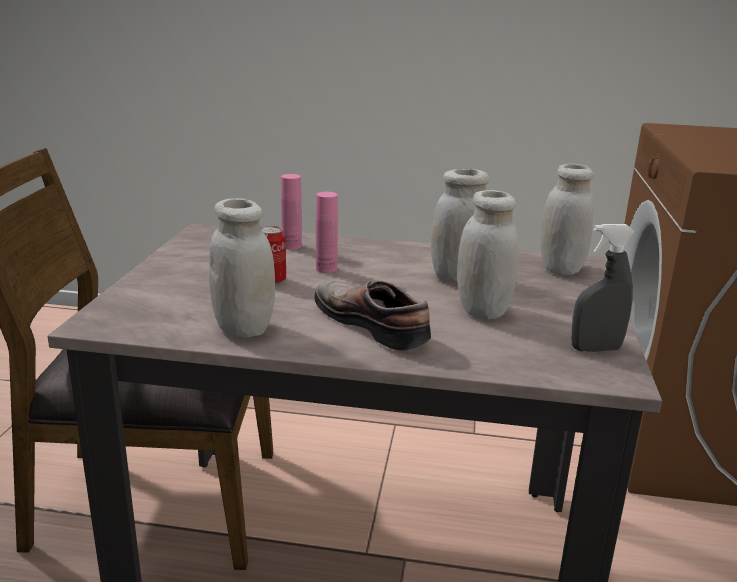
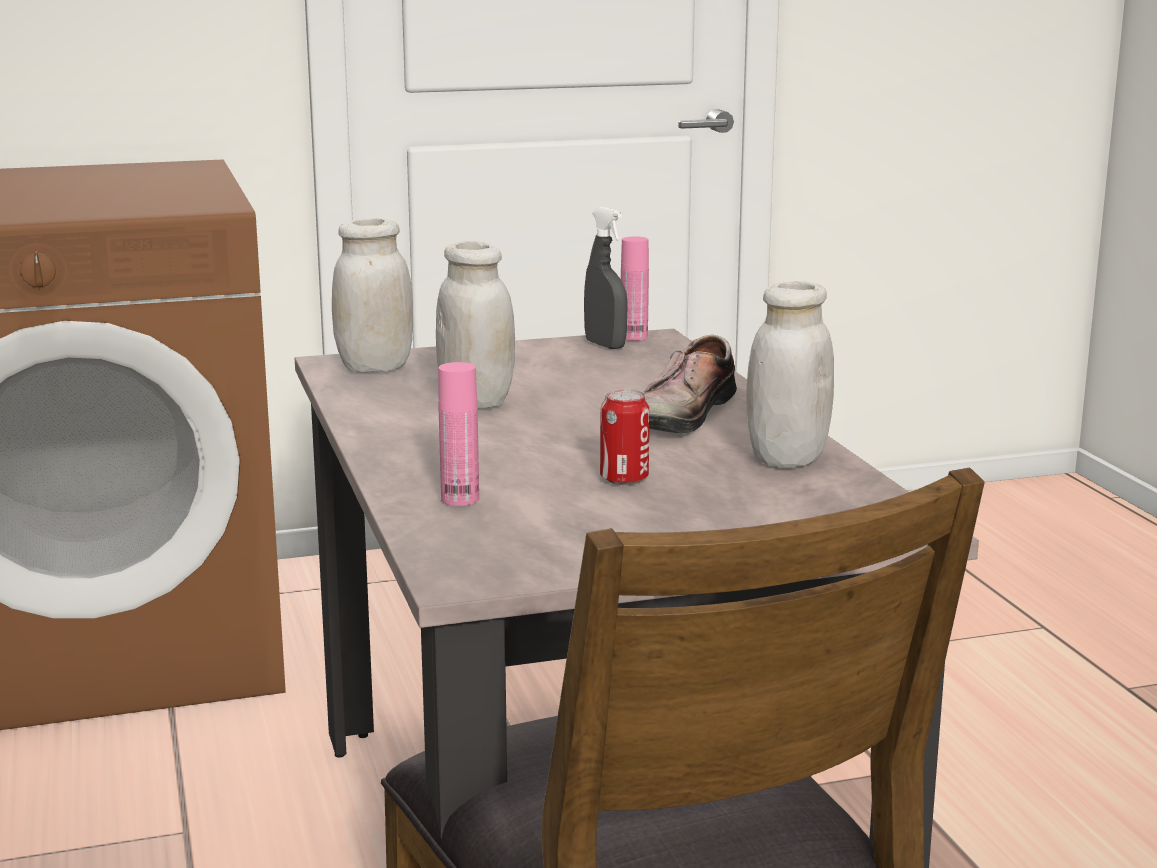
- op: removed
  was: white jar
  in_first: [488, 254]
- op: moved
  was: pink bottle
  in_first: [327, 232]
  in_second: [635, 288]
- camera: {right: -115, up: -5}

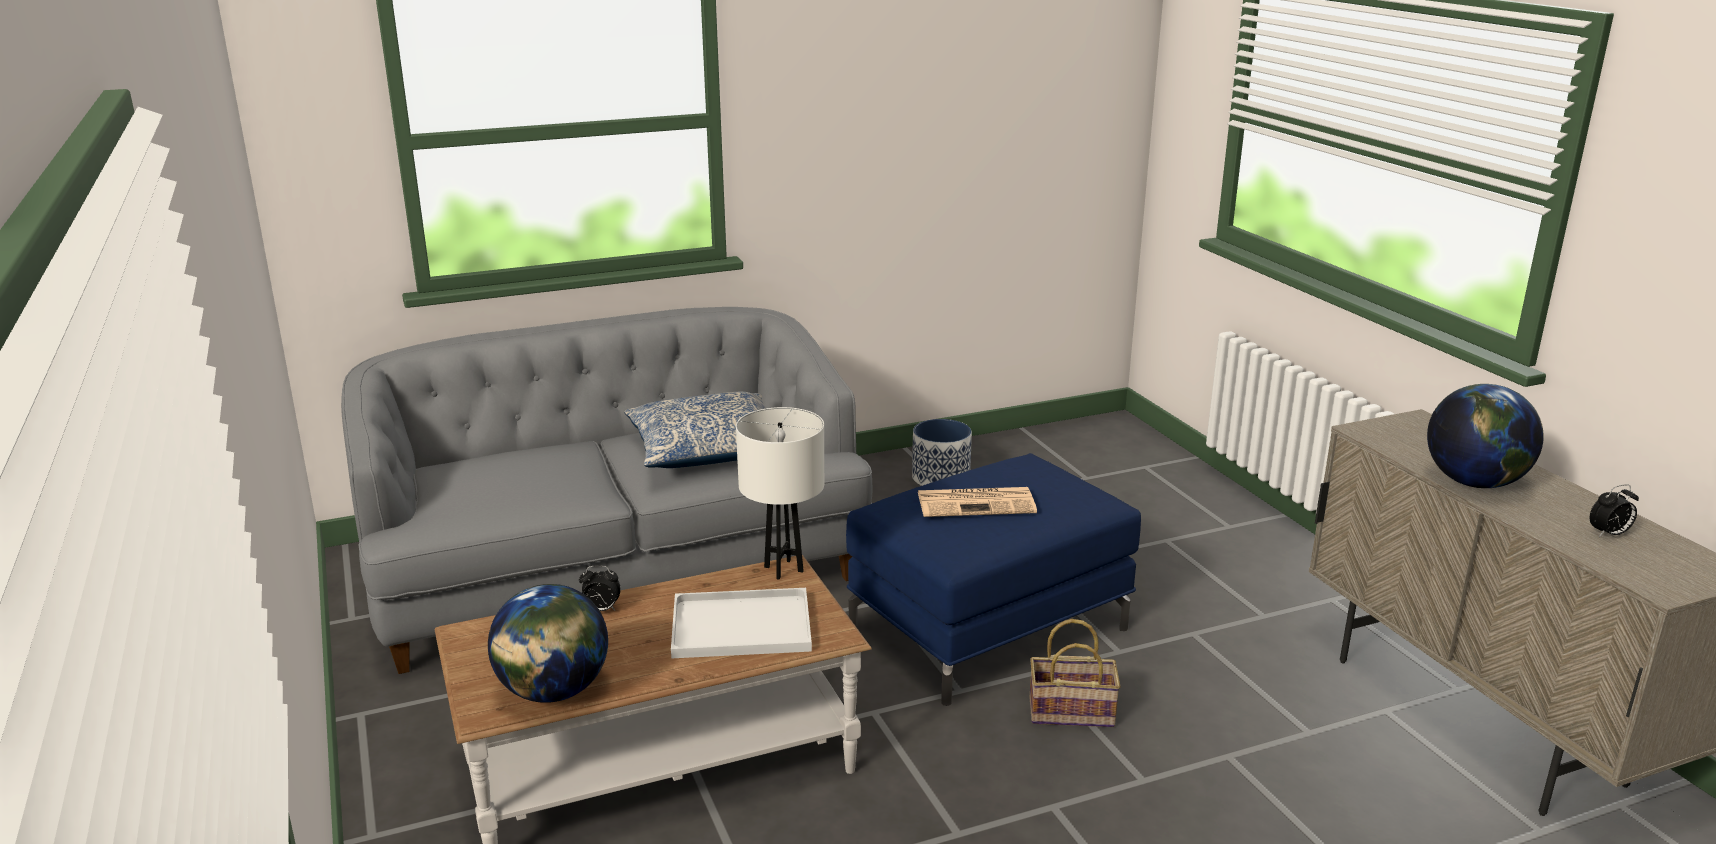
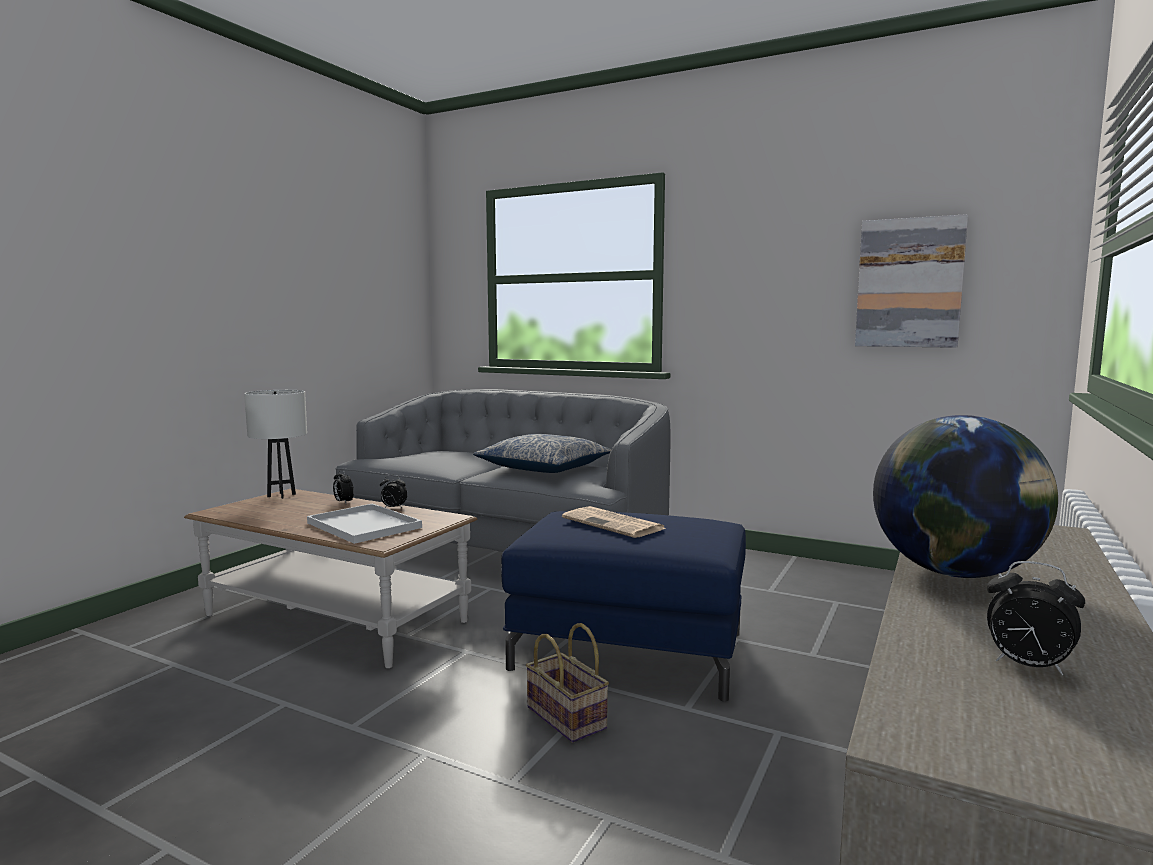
- op: removed
  was: globe
  in_first: [548, 643]
- op: removed
  was: planter
  in_first: [942, 452]
- op: added
  now: alarm clock
  in_second: [394, 491]
- op: added
  now: picture
  in_second: [911, 281]
- op: moved
  was: white table lamp
  in_first: [780, 493]
  in_second: [275, 444]
- camera: {right: 50, up: -15}

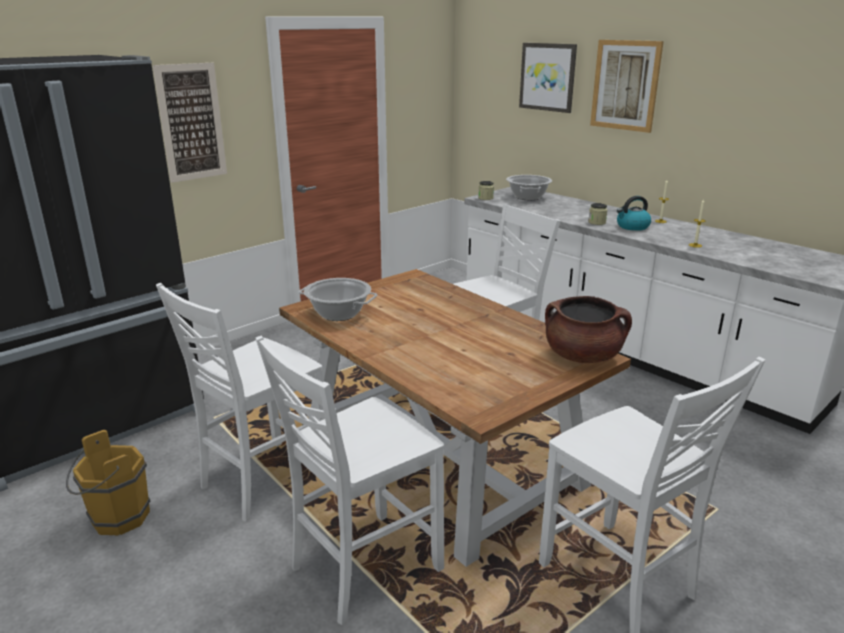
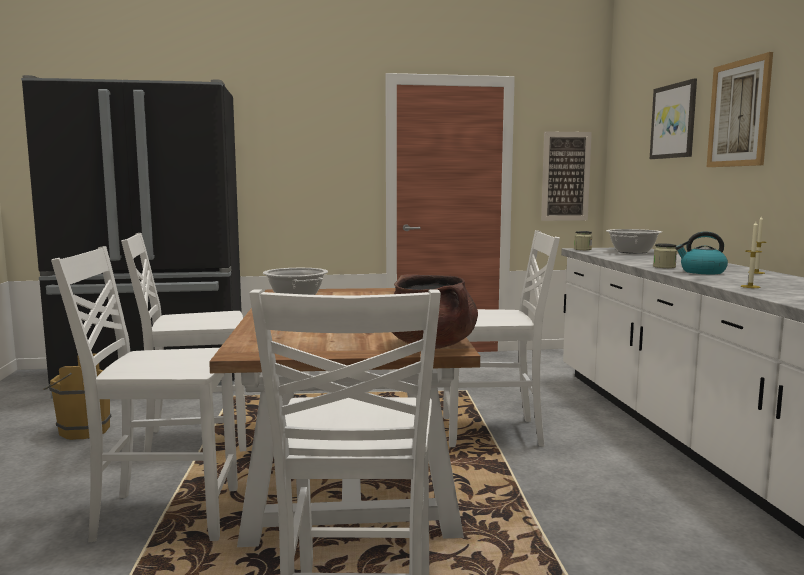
- op: moved
  was: picture
  in_first: [190, 123]
  in_second: [566, 176]
- camera: {right: 35, up: -15}

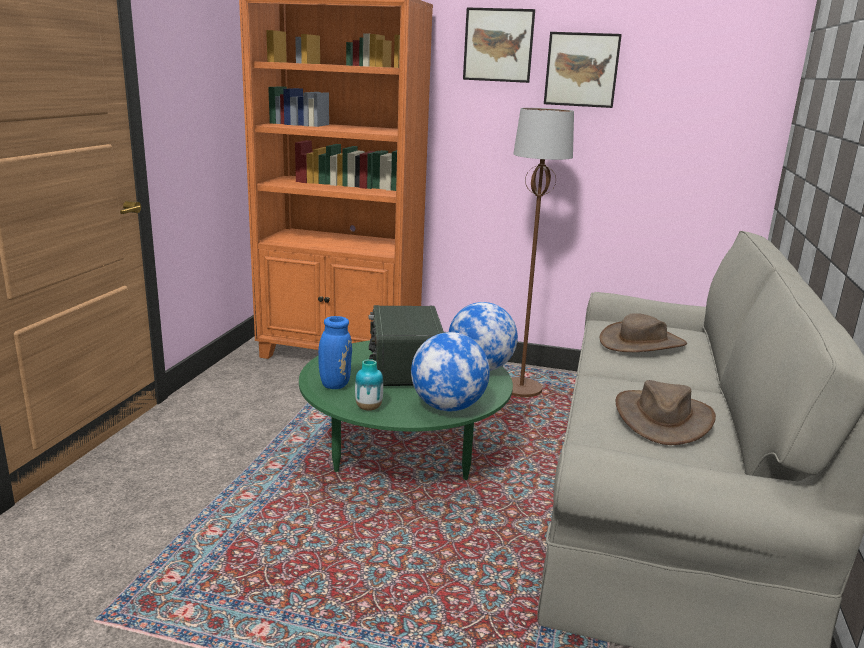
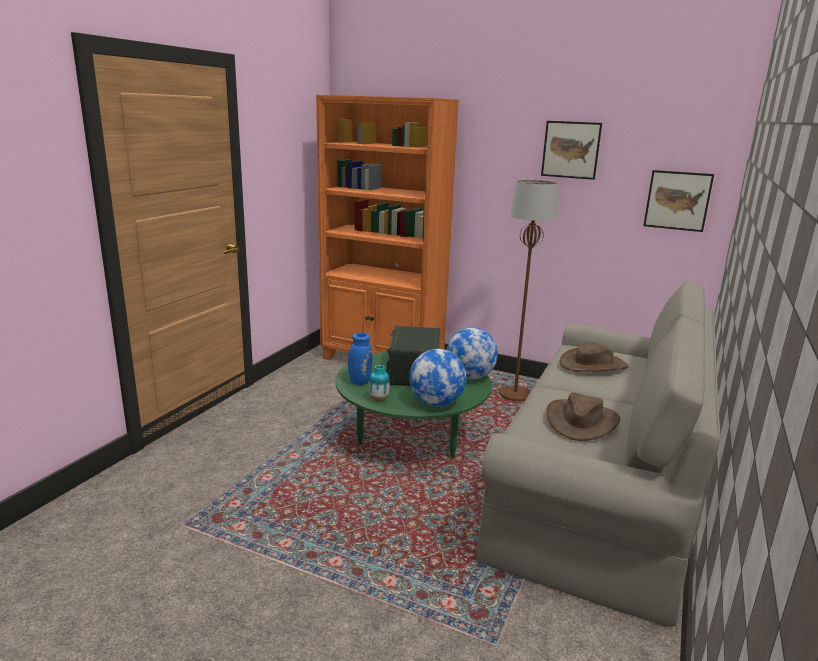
- op: moved
  was: picture
  in_first: [499, 45]
  in_second: [678, 201]
- camera: {right: 10, up: 0}

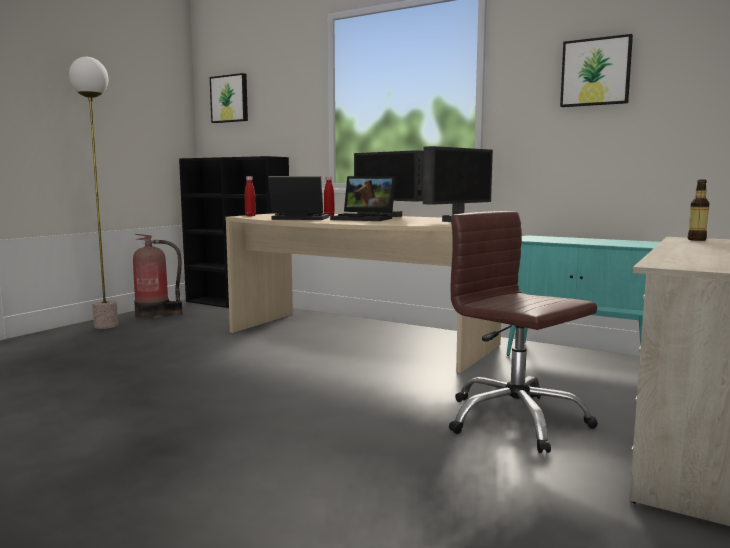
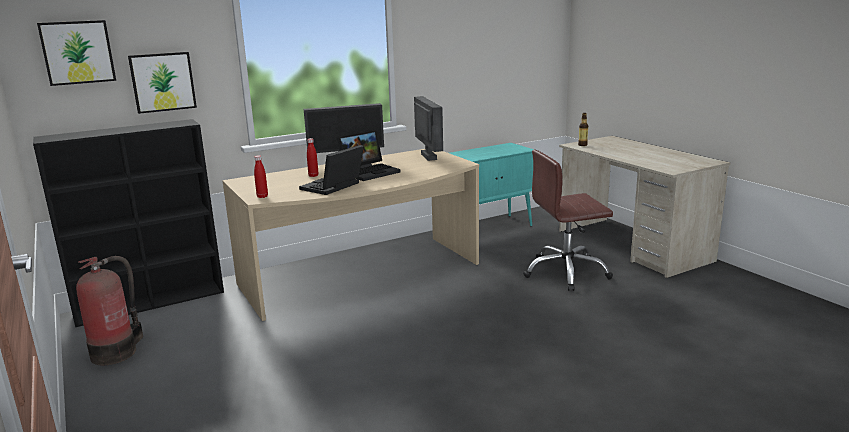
- op: removed
  was: floor lamp
  in_first: [93, 193]
- op: moved
  was: picture
  in_first: [596, 70]
  in_second: [162, 83]
- camera: {right: -60, up: 10}

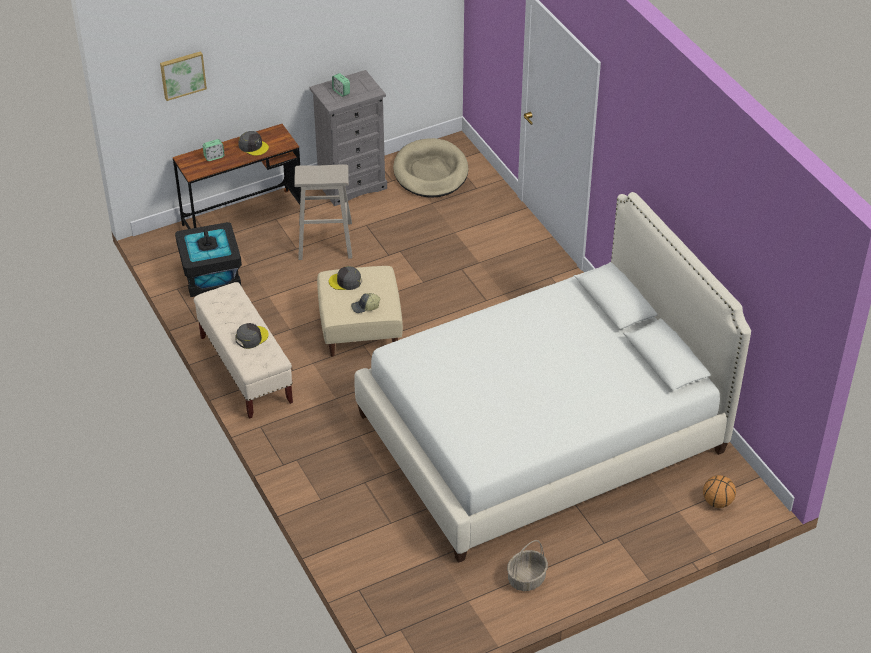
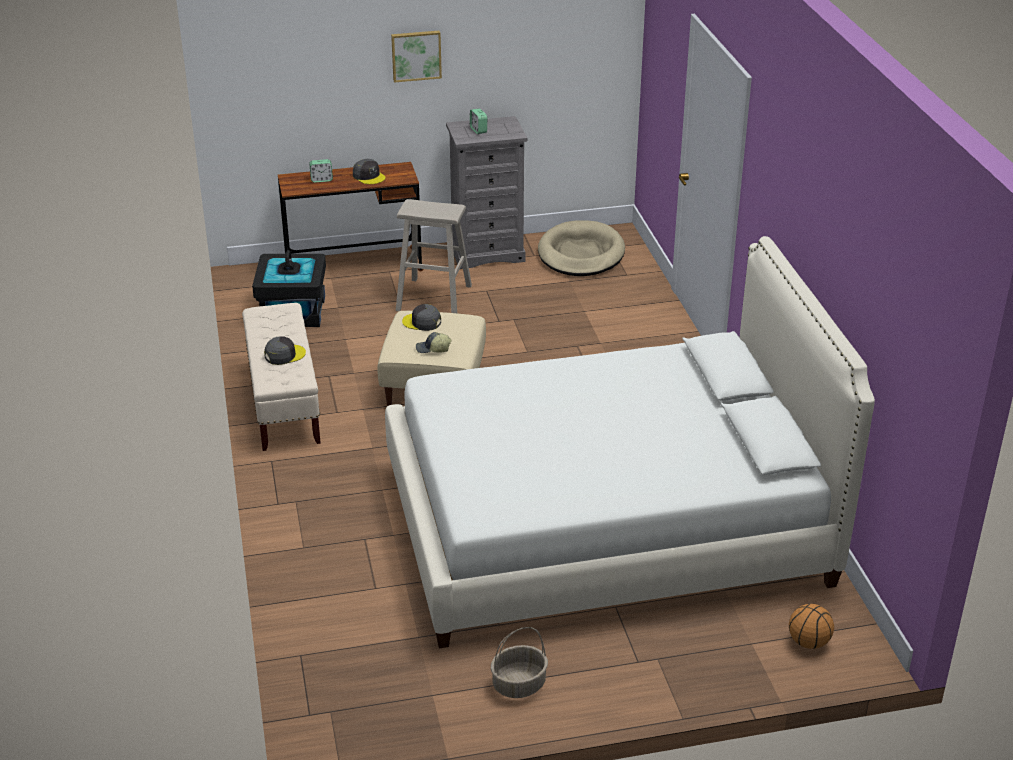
- op: moved
  was: picture
  in_first: [183, 76]
  in_second: [416, 57]
- camera: {right: 15, up: -10}

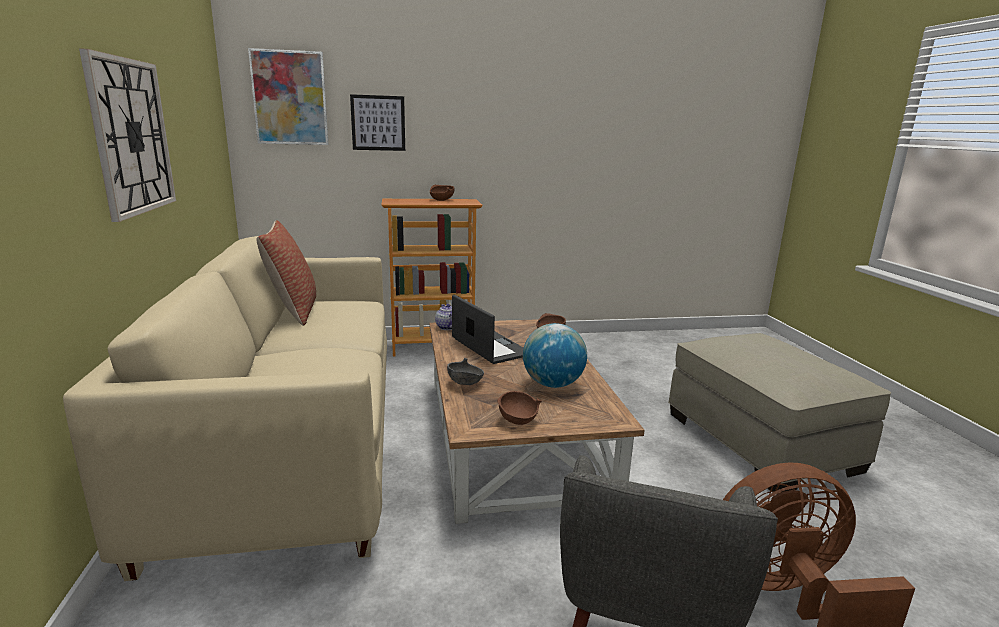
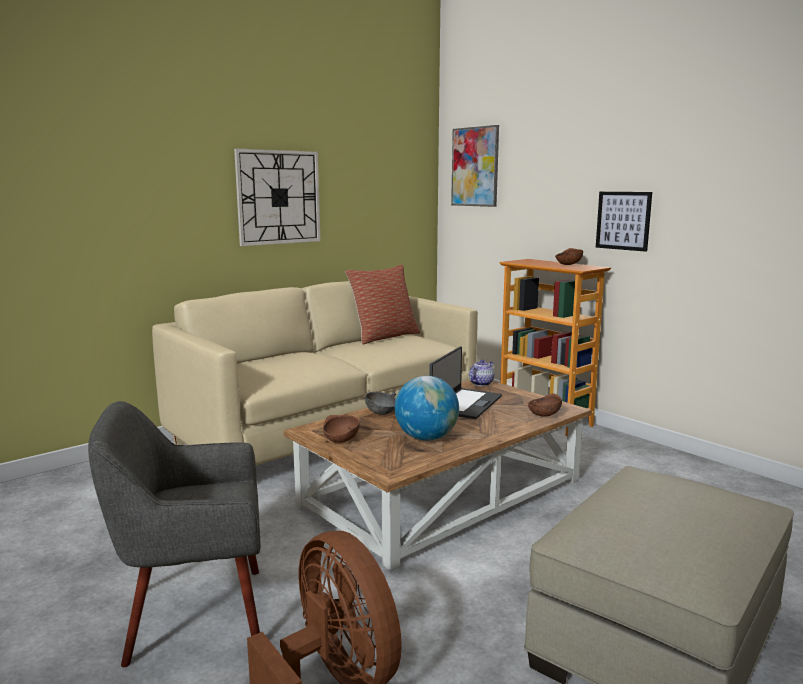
- op: moved
  was: picture
  in_first: [377, 122]
  in_second: [624, 222]
- camera: {right: 60, up: -5}

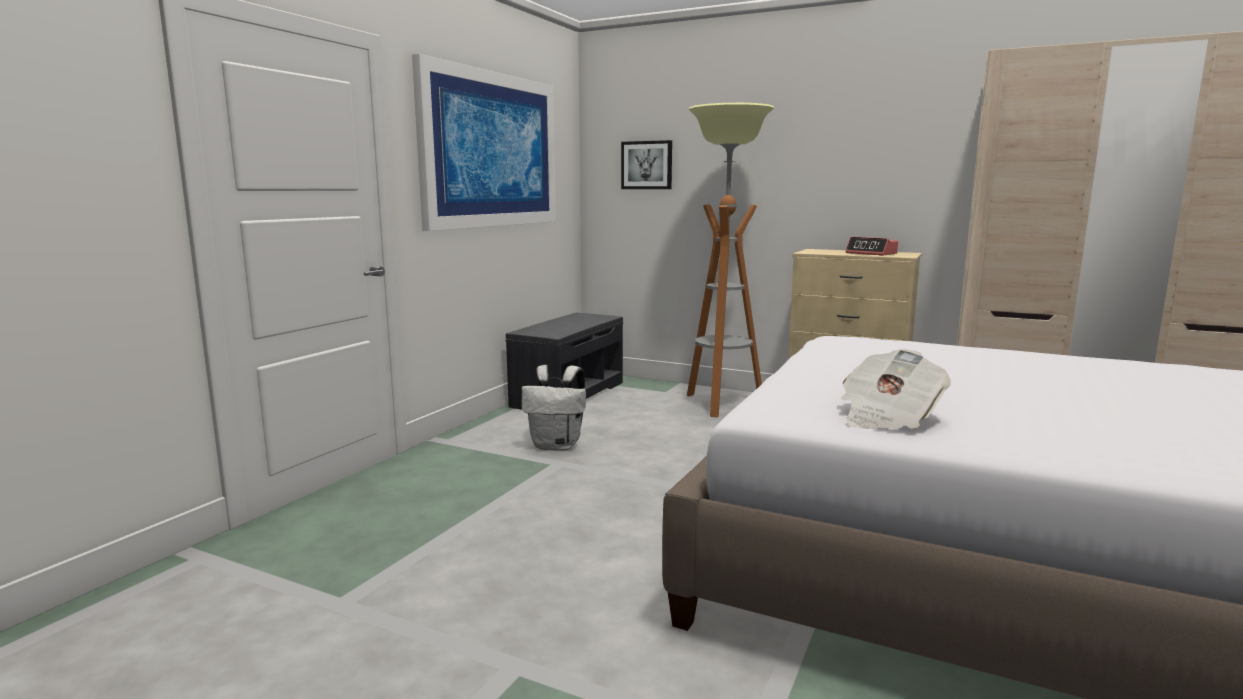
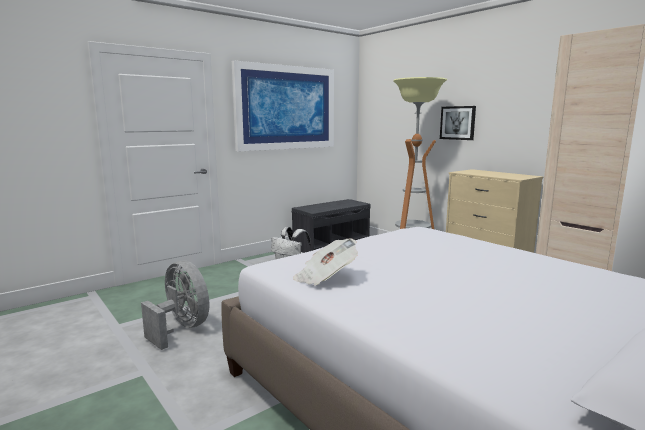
- op: removed
  was: alarm clock
  in_first: [871, 246]
- op: added
  now: grey fan
  in_second: [175, 305]
- op: moved
  was: picture
  in_first: [646, 164]
  in_second: [458, 123]
- camera: {right: 25, up: 0}

